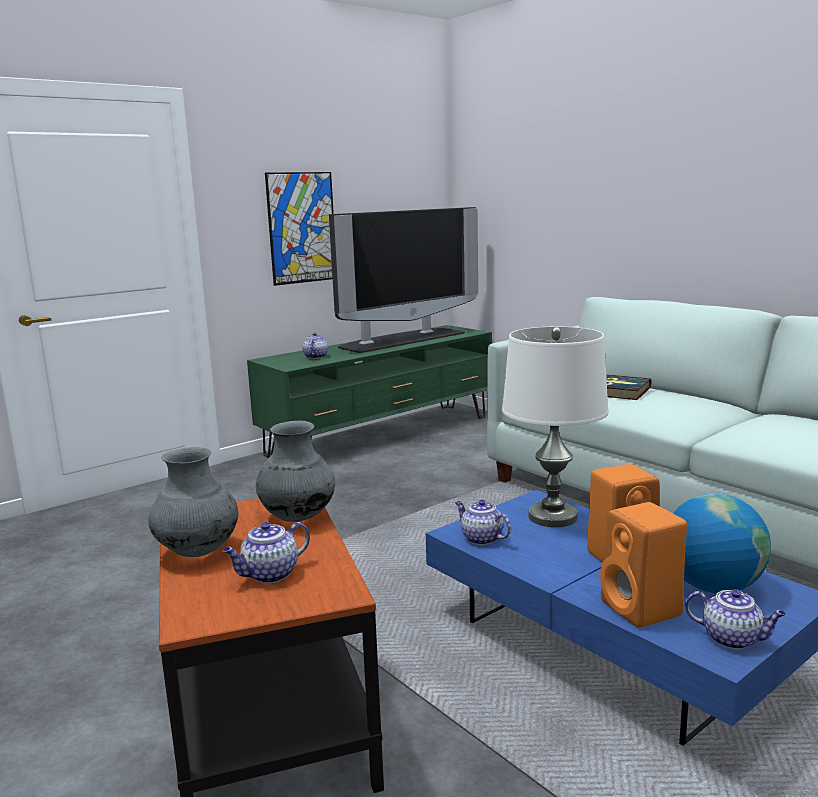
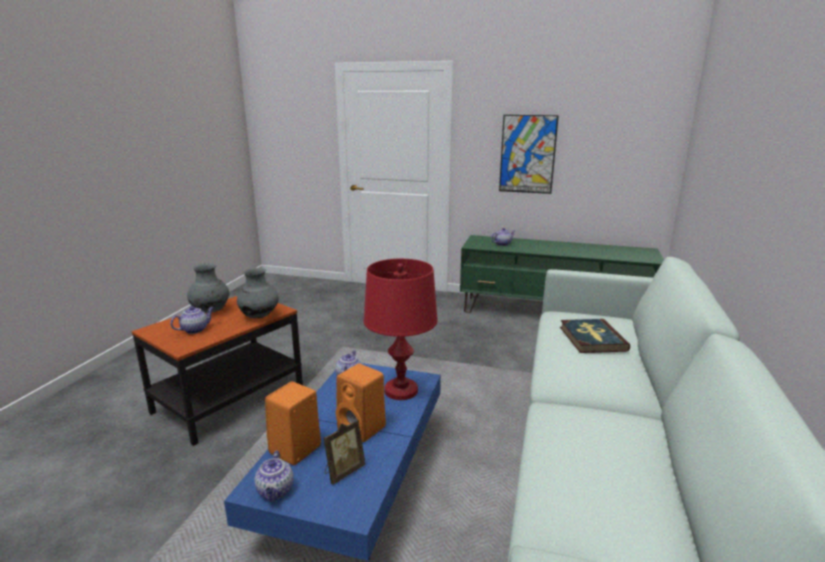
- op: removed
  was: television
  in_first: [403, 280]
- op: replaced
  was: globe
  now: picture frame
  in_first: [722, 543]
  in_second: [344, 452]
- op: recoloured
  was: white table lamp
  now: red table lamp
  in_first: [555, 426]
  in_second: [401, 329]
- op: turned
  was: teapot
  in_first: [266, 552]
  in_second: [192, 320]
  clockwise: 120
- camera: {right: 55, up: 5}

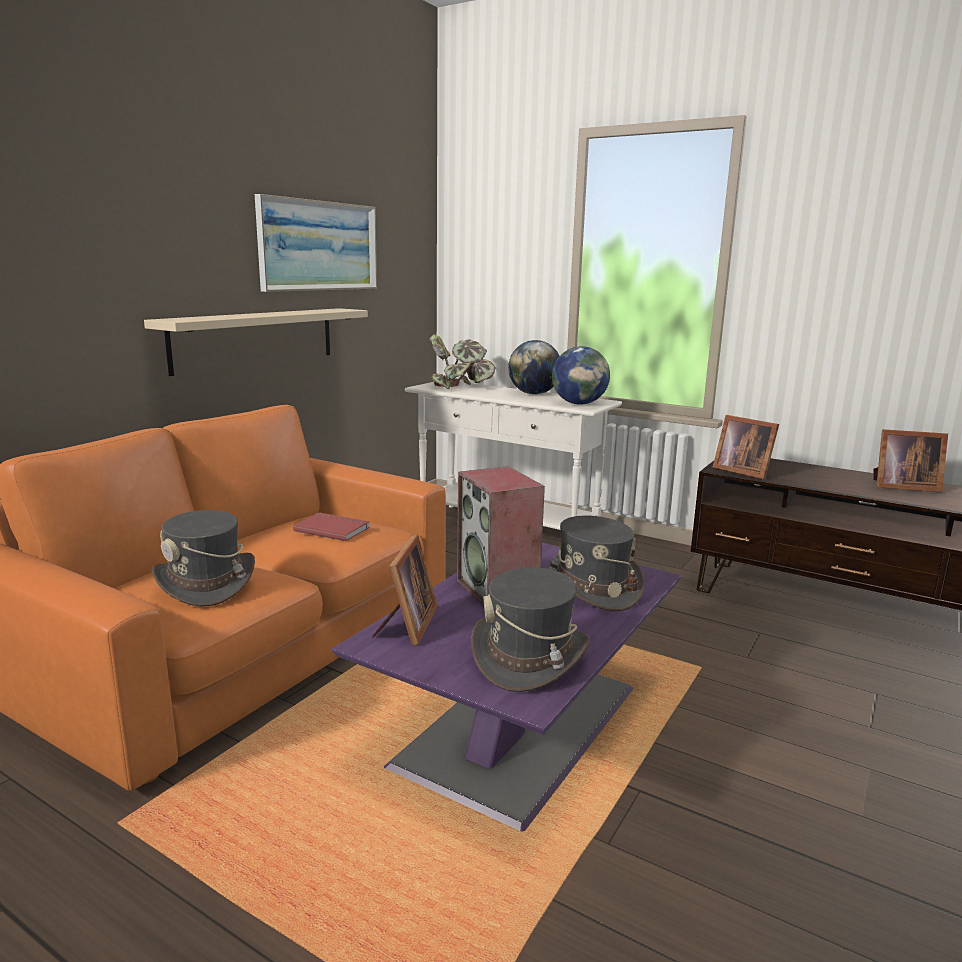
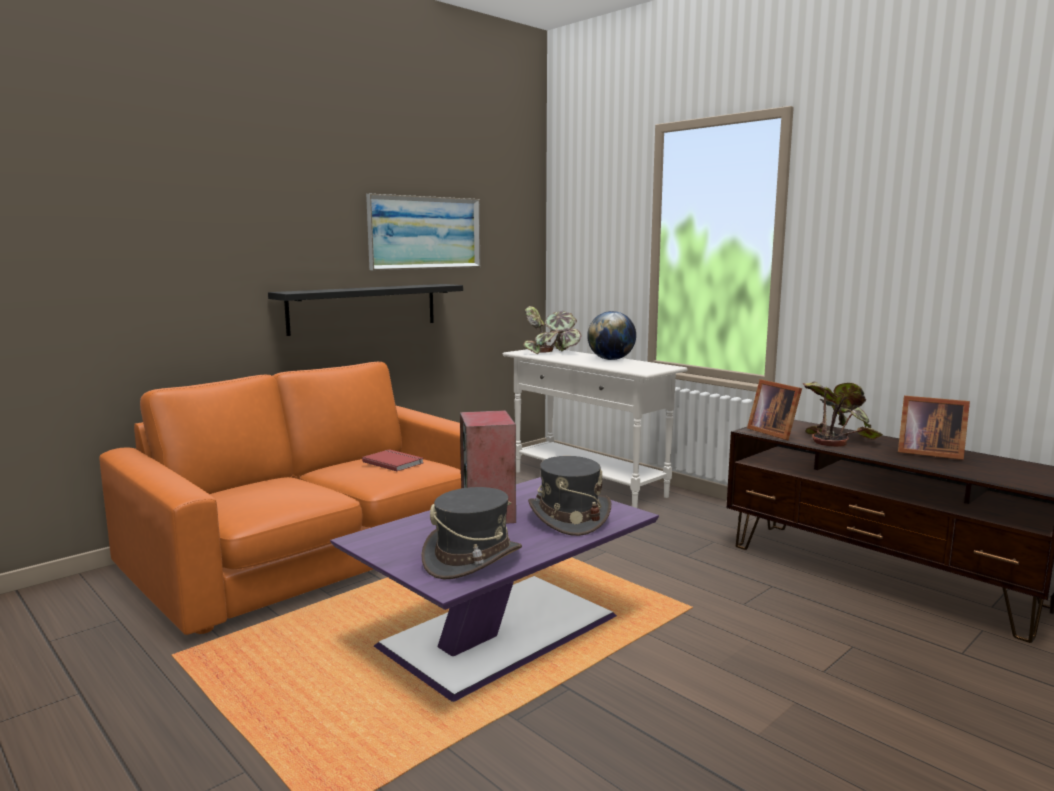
- op: removed
  was: grey hat
  in_first: [203, 558]
- op: removed
  was: picture frame
  in_first: [405, 590]
- op: removed
  was: globe
  in_first: [581, 375]
- op: added
  now: potted plant
  in_second: [843, 414]
- op: recoloured
  was: beige shelf
  now: black shelf
  in_first: [256, 342]
  in_second: [365, 310]
- camera: {right: 15, up: -5}

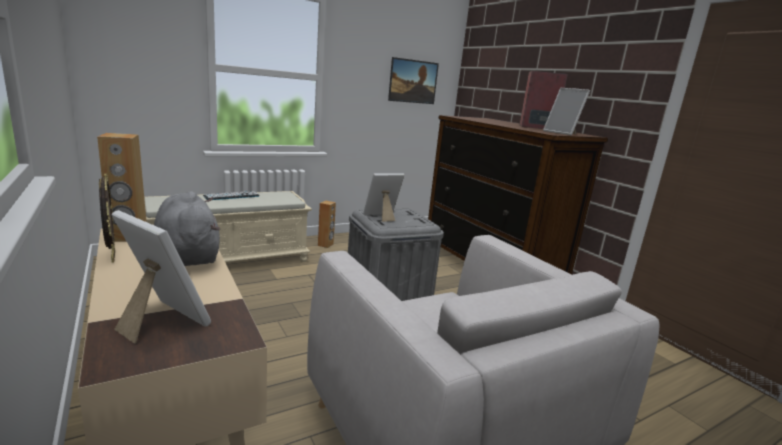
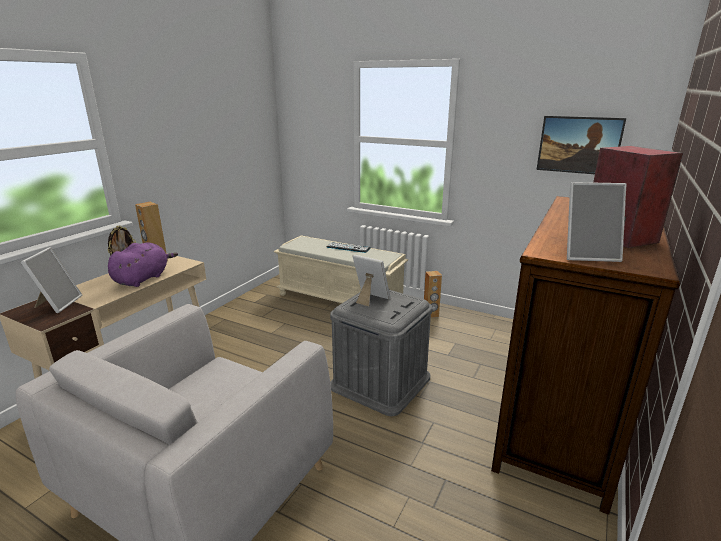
- op: recoloured
  was: grey plush toy
  now: purple plush toy
  in_first: [187, 228]
  in_second: [143, 264]
- op: turned
  was: picture frame
  in_first: [566, 111]
  in_second: [596, 222]
  clockwise: -105
- camera: {right: 60, up: 5}

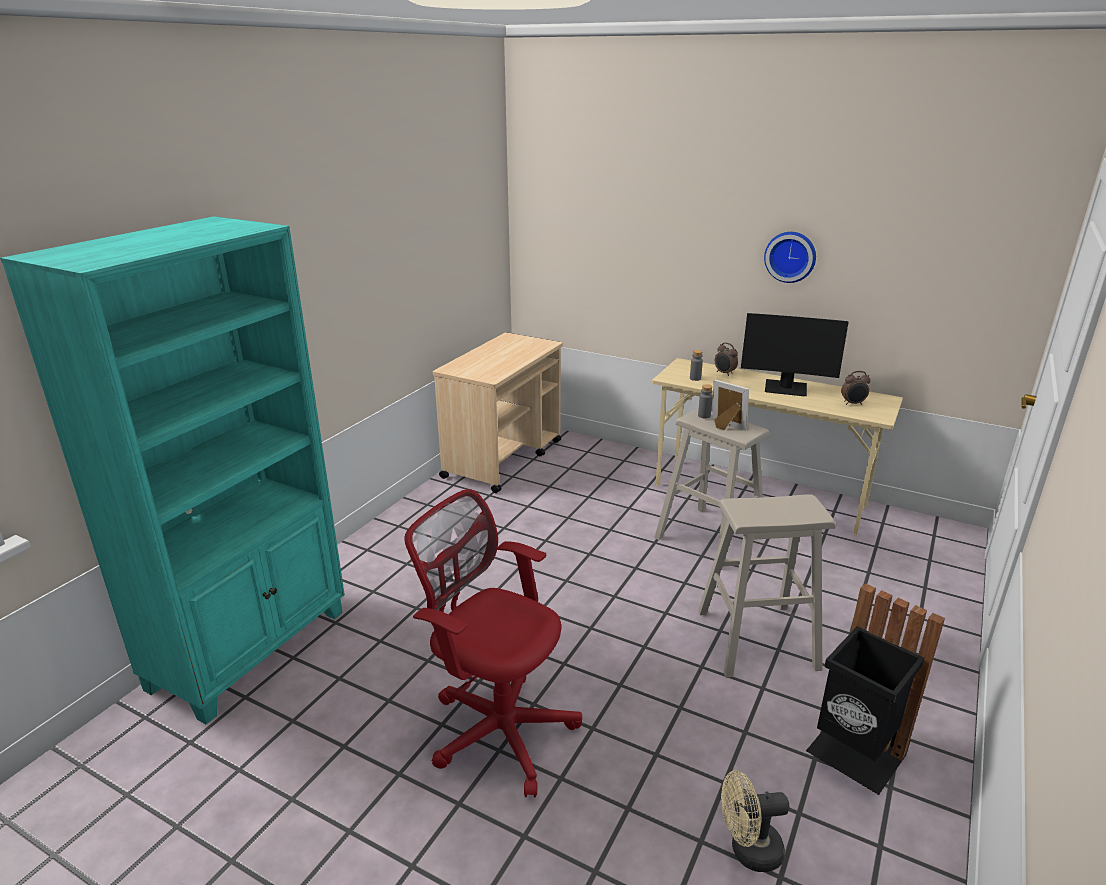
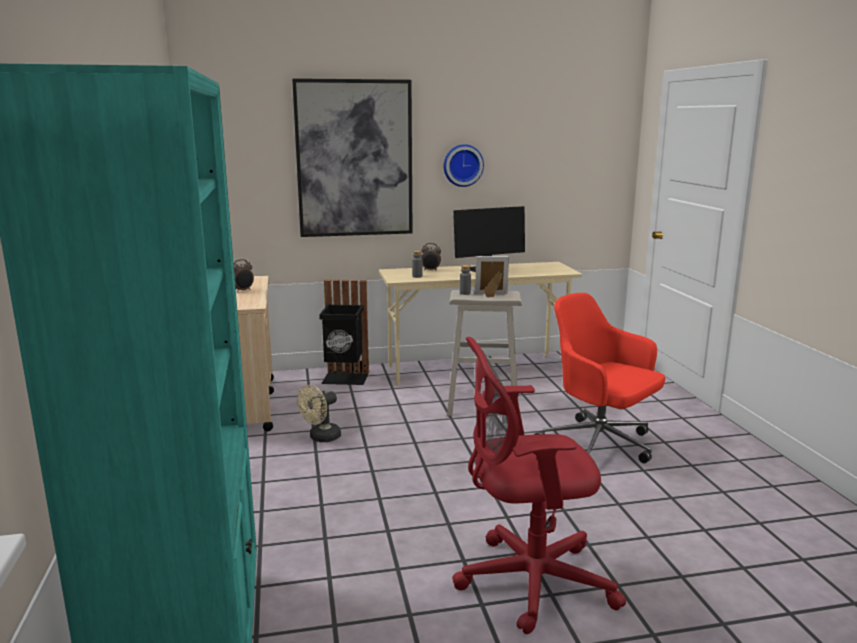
- op: added
  now: picture
  in_second: [352, 157]
- op: moved
  was: beige fan
  in_first: [755, 821]
  in_second: [319, 413]
- op: moved
  was: black trash can
  in_first: [875, 689]
  in_second: [344, 332]
- op: moved
  was: alarm clock
  in_first: [856, 388]
  in_second: [244, 275]
- op: replaced
  was: beige stool
  now: red office chair
  in_first: [767, 586]
  in_second: [600, 378]
- camera: {right: -40, up: -10}

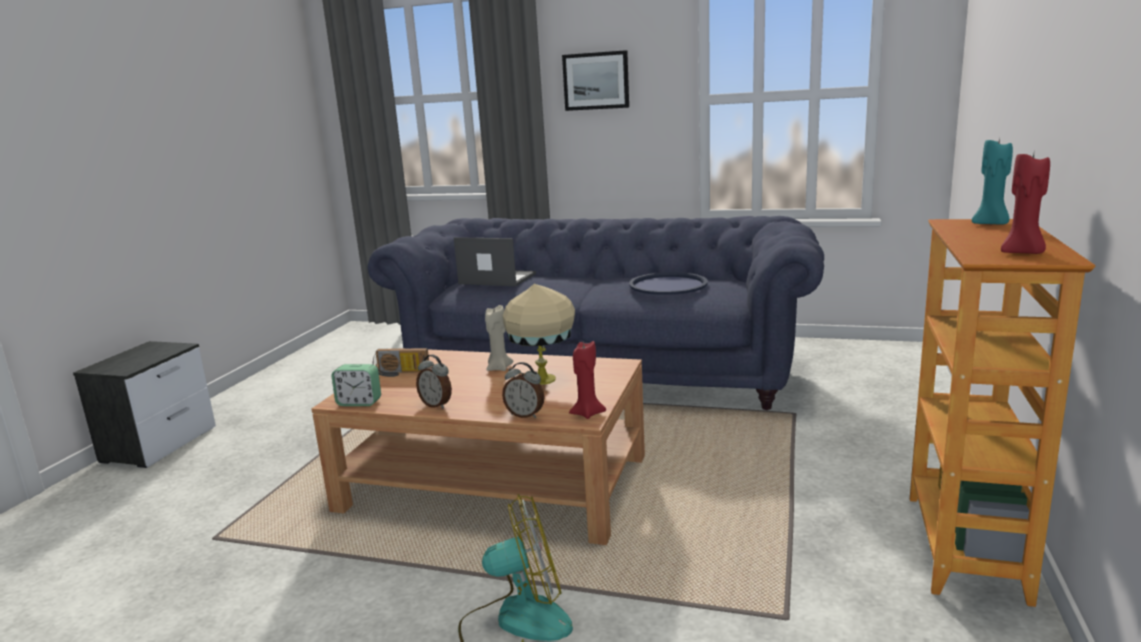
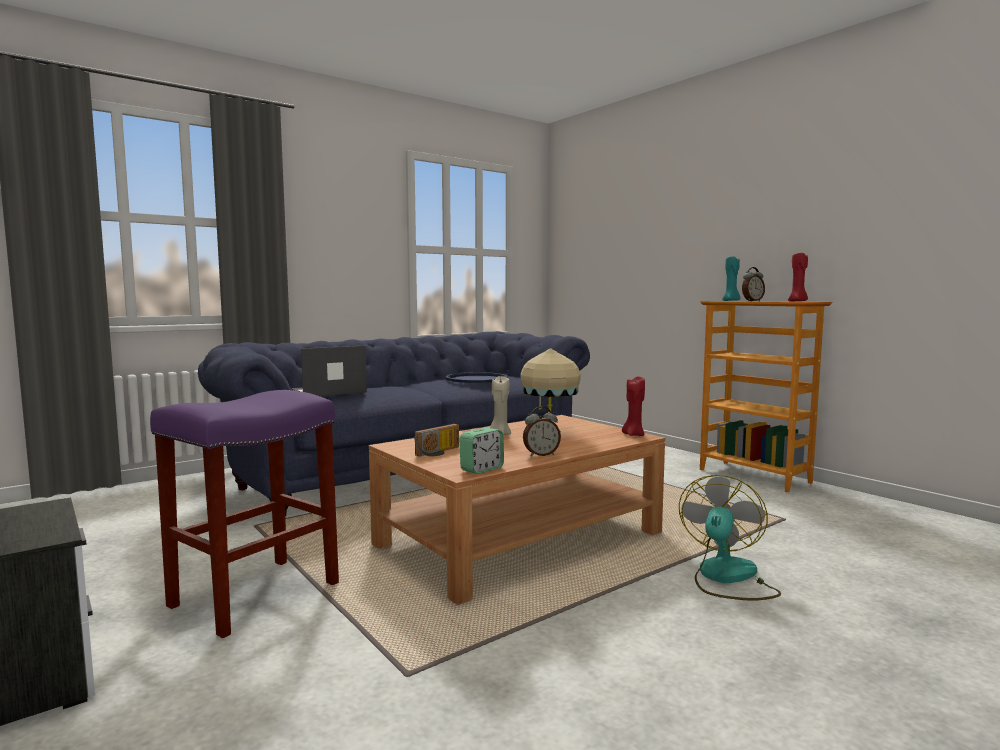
- op: removed
  was: picture
  in_first: [595, 80]
- op: added
  now: purple stool
  in_second: [244, 514]
- op: moved
  was: alarm clock
  in_first: [523, 390]
  in_second: [753, 284]
- camera: {right: -55, up: -10}

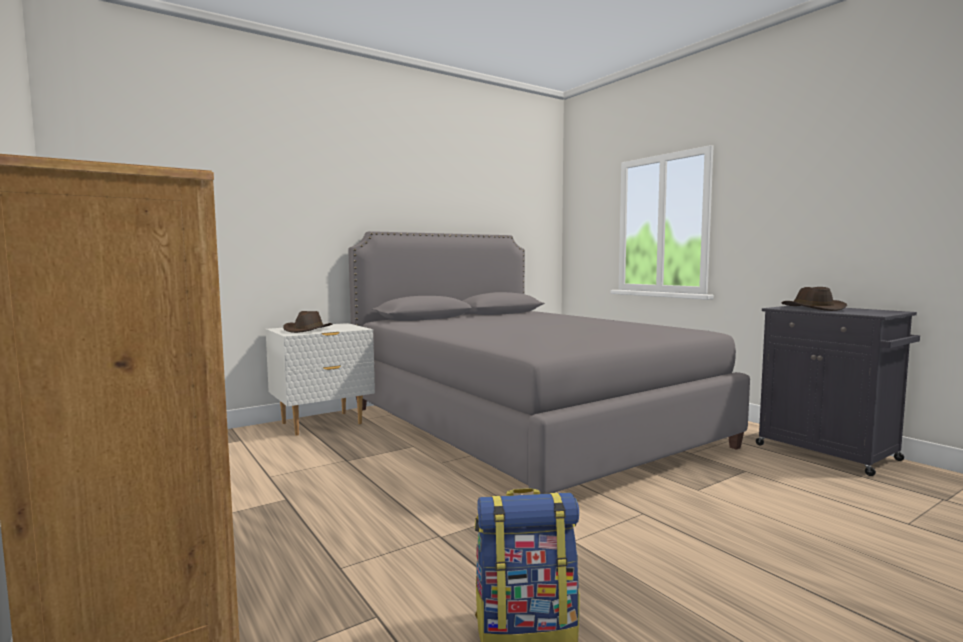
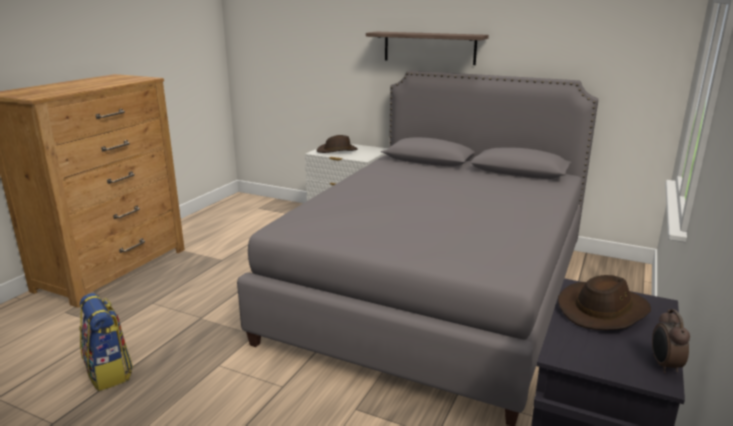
- op: added
  now: shelf
  in_second: [427, 48]
- op: added
  now: alarm clock
  in_second: [671, 341]
- camera: {right: 60, up: 15}

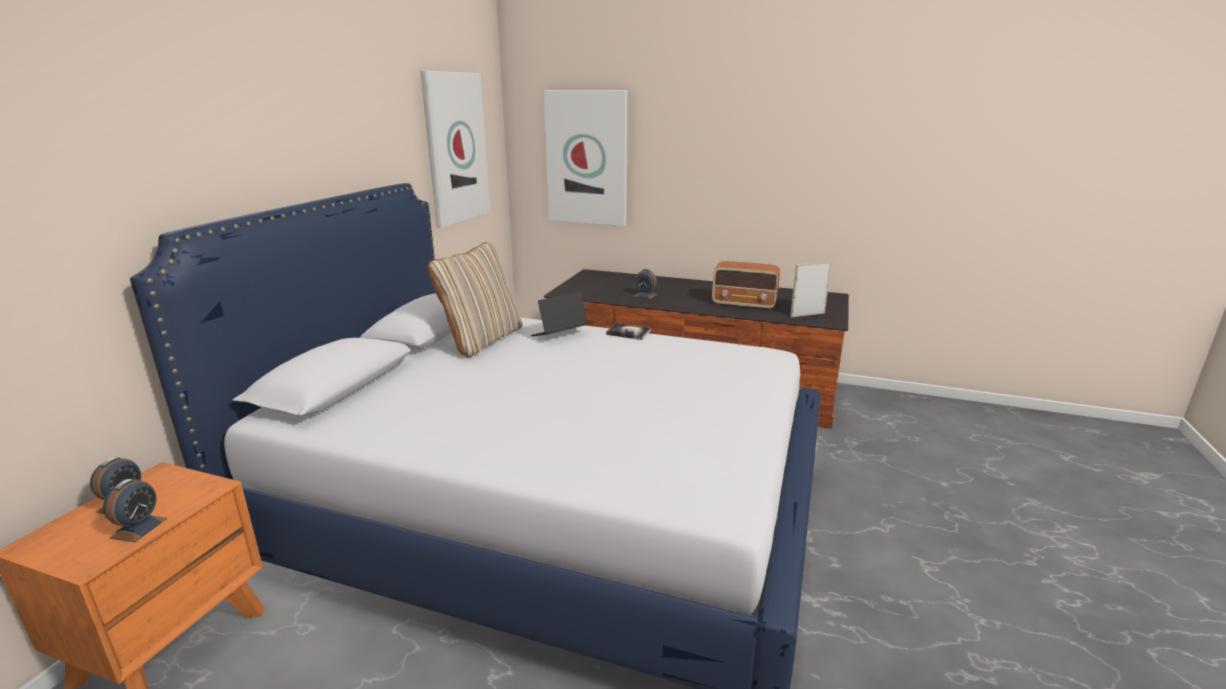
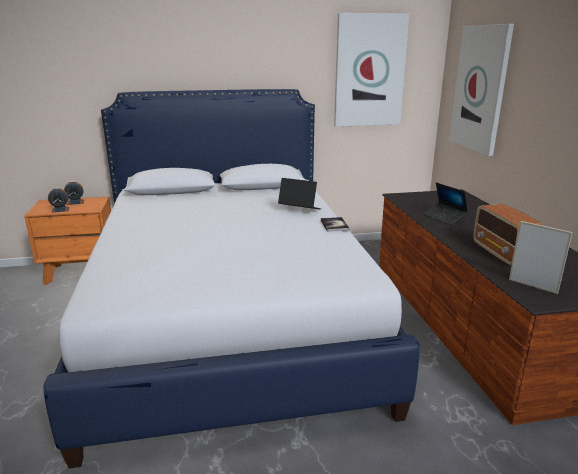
- op: removed
  was: beige pillow
  in_first: [475, 299]
- op: replaced
  was: alarm clock
  now: laptop
  in_first: [646, 284]
  in_second: [445, 204]
- camera: {right: 60, up: 0}

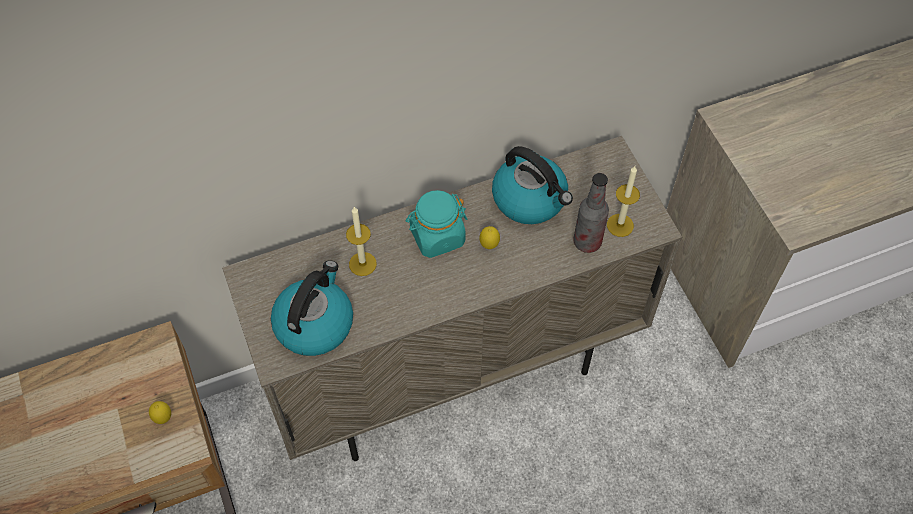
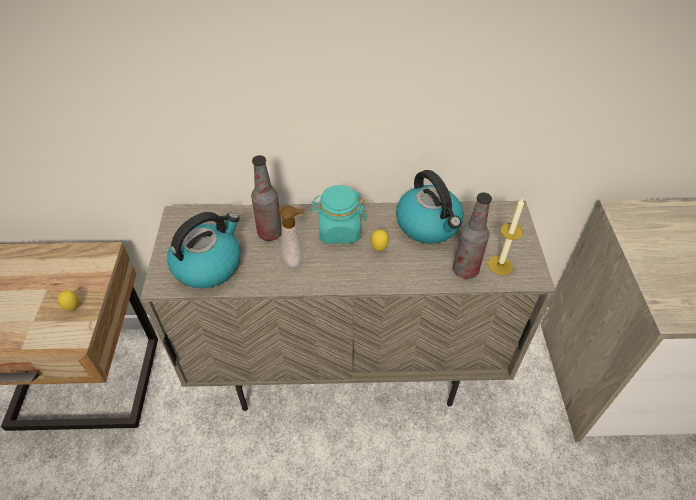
- op: added
  now: soap dispenser
  in_second: [292, 237]
- op: replaced
  was: candle
  now: bottle
  in_first: [361, 241]
  in_second: [266, 198]
- camera: {right: 20, up: -10}

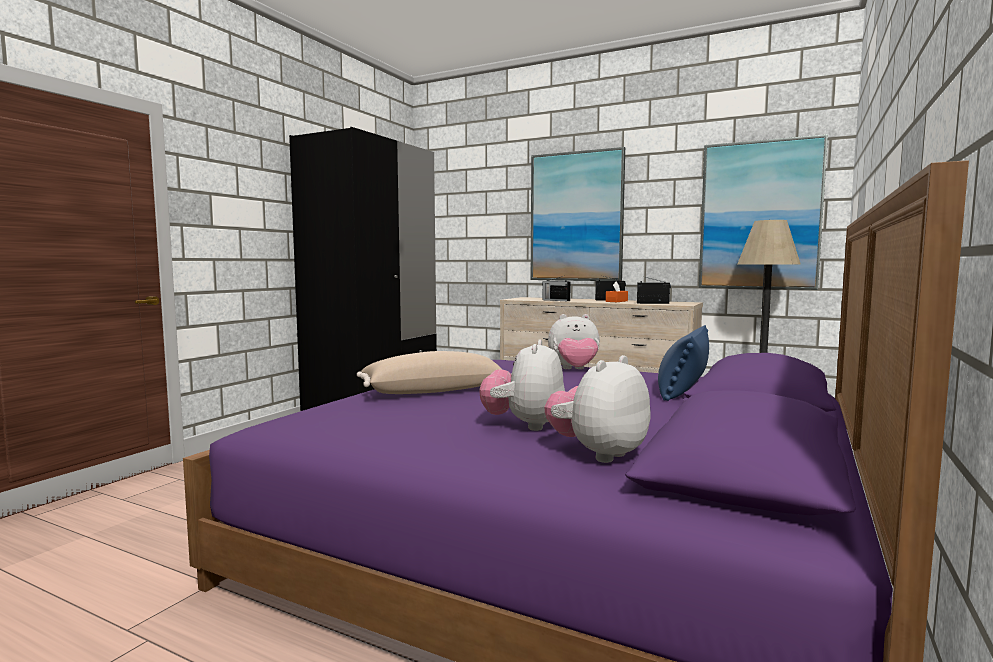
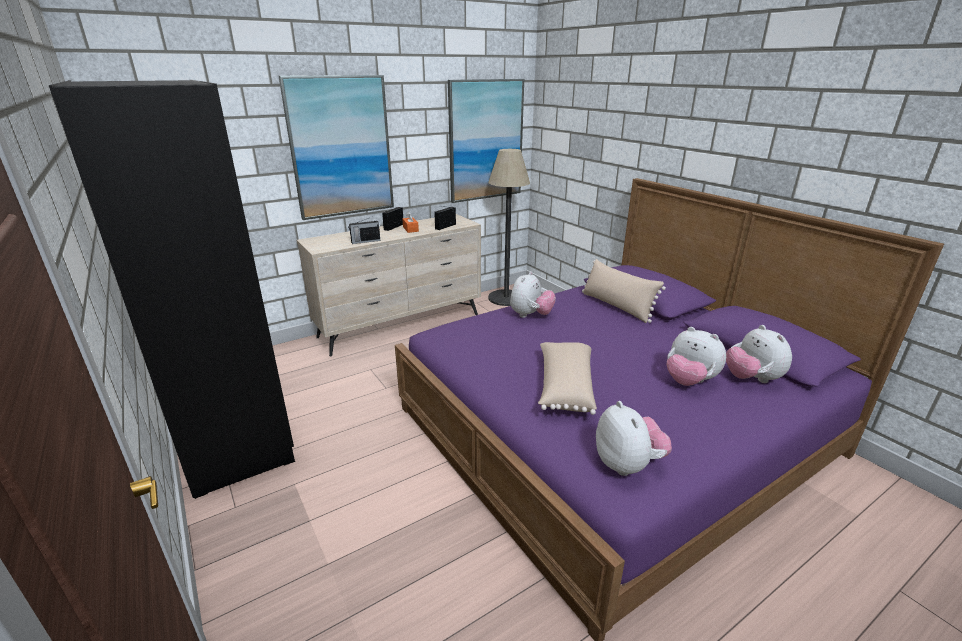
- op: added
  now: plush toy
  in_second: [634, 438]
- op: recoloured
  was: blue pillow
  now: beige pillow
  in_first: [683, 363]
  in_second: [624, 291]
- camera: {right: -60, up: 20}

